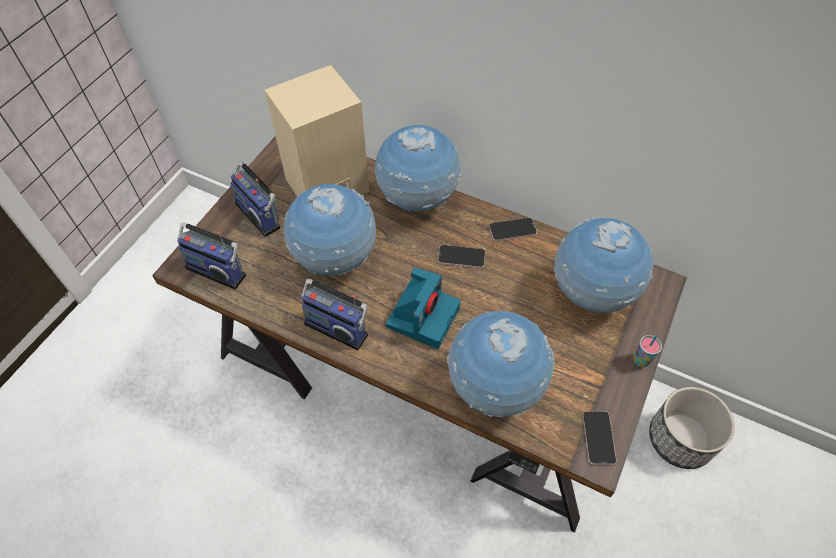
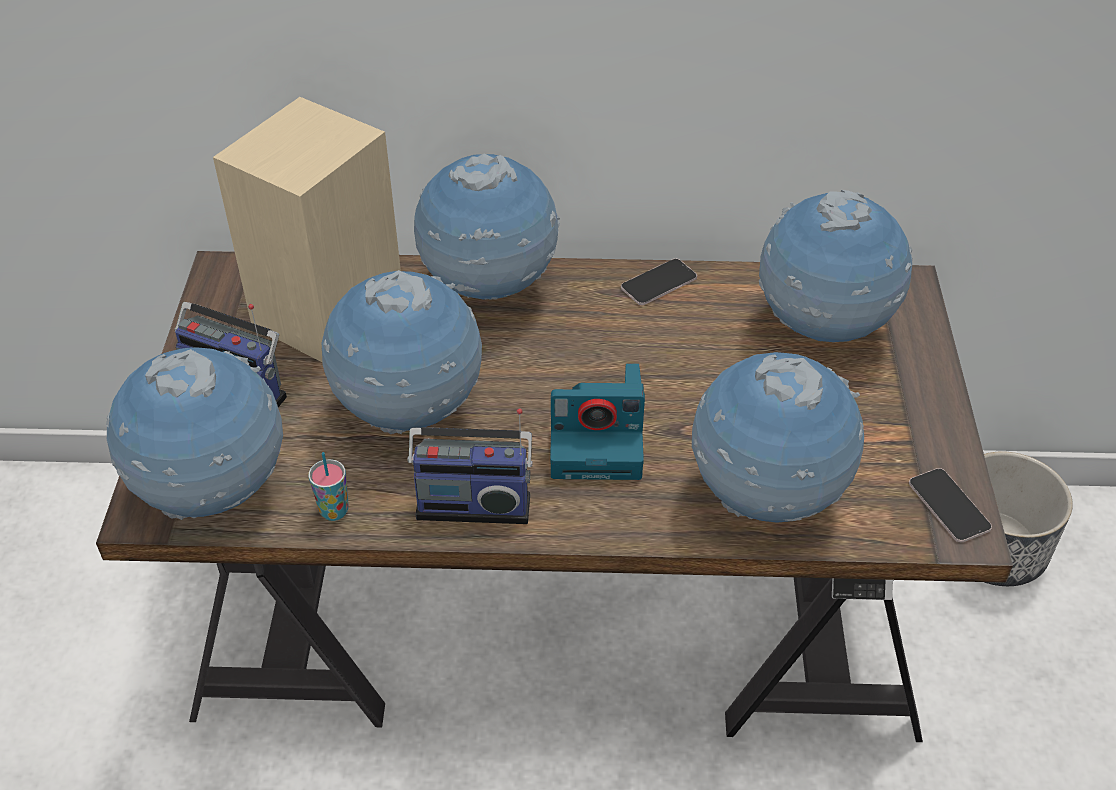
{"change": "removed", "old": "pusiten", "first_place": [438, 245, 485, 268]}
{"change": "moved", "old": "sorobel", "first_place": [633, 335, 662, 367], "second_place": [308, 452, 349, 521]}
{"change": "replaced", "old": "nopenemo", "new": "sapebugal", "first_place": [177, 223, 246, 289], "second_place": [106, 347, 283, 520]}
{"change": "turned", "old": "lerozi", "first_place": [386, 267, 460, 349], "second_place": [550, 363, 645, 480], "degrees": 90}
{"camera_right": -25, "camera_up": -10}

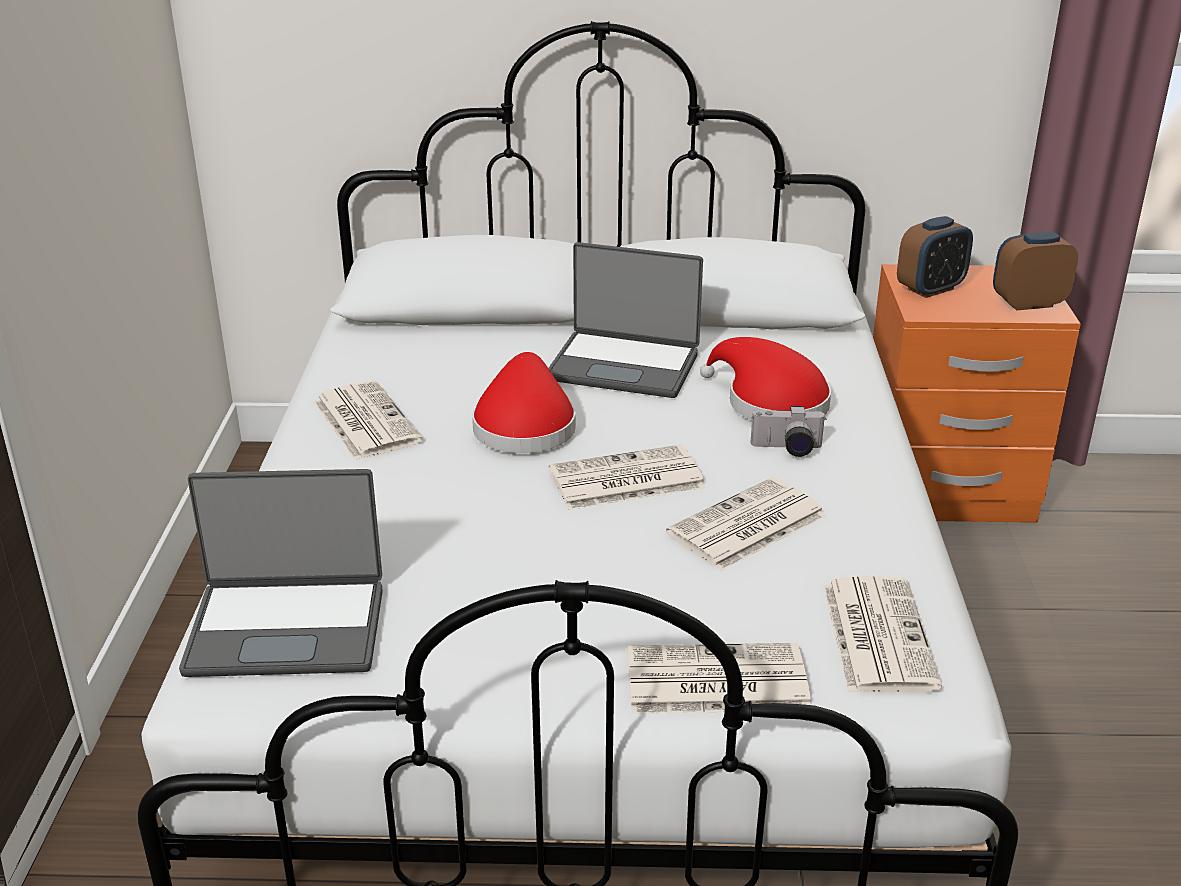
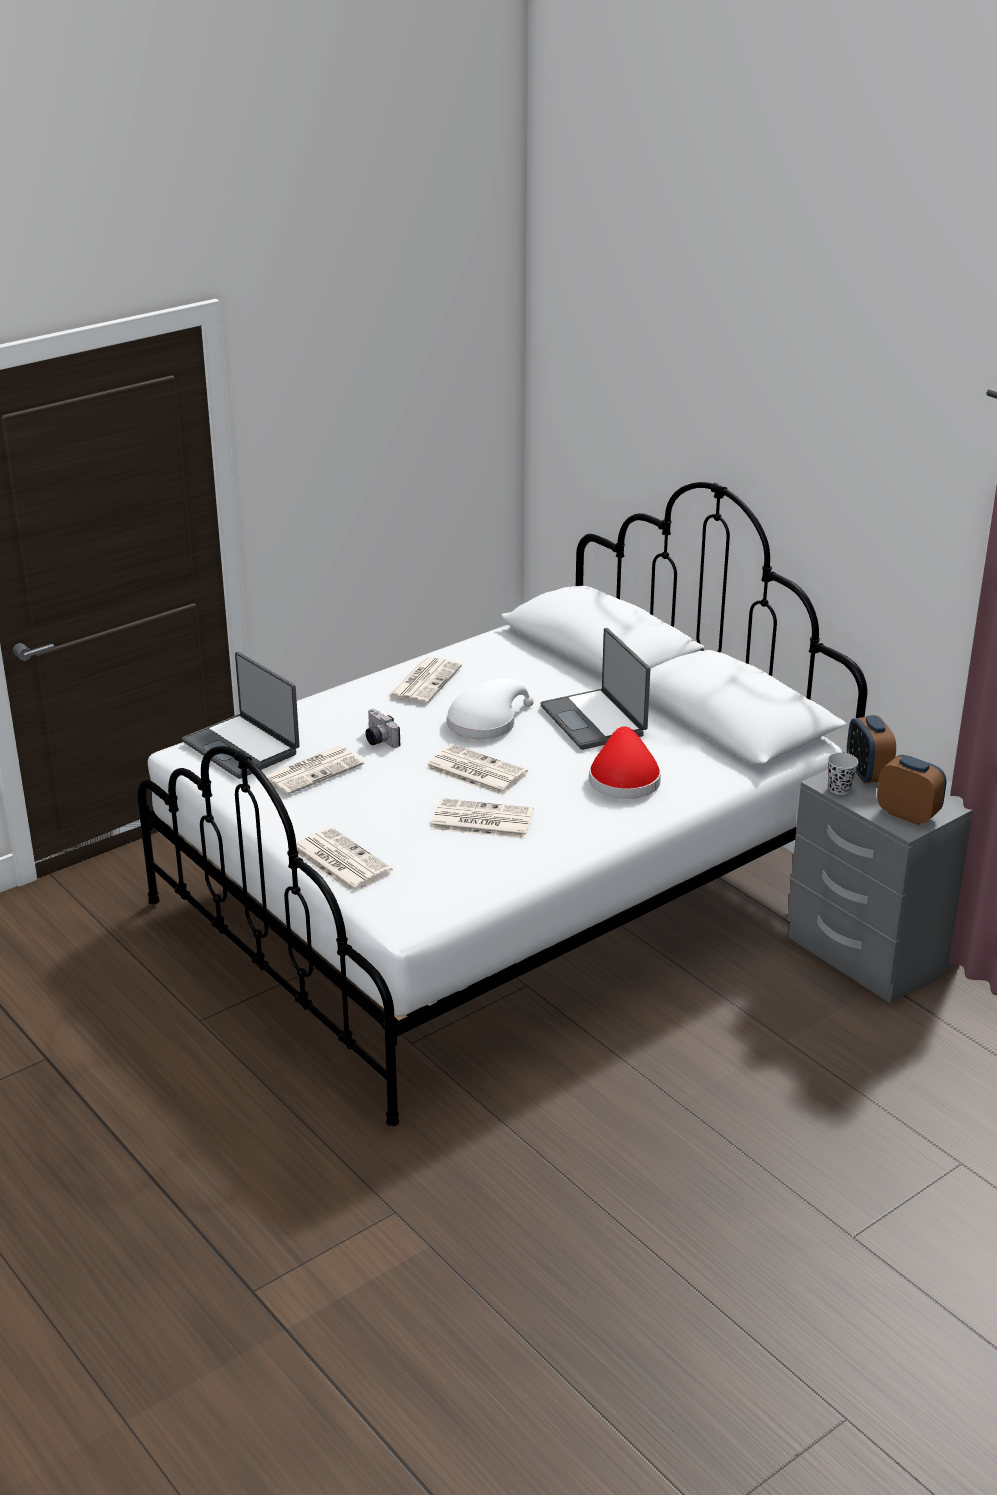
{"change": "added", "new": "black sorobel", "second_place": [828, 753, 858, 795]}
{"change": "moved", "old": "lerozi", "first_place": [750, 406, 826, 457], "second_place": [366, 709, 400, 748]}
{"change": "moved", "old": "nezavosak", "first_place": [823, 576, 942, 692], "second_place": [265, 746, 364, 795]}
{"change": "recoloured", "old": "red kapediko", "new": "white kapediko", "first_place": [472, 352, 576, 453], "second_place": [447, 679, 534, 739]}
{"change": "recoloured", "old": "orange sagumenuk", "new": "grey sagumenuk", "first_place": [873, 264, 1081, 523], "second_place": [787, 754, 973, 1004]}
{"change": "turned", "old": "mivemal", "first_place": [897, 216, 973, 298], "second_place": [847, 715, 896, 784], "degrees": 60}
{"camera_right": 50, "camera_up": 0}

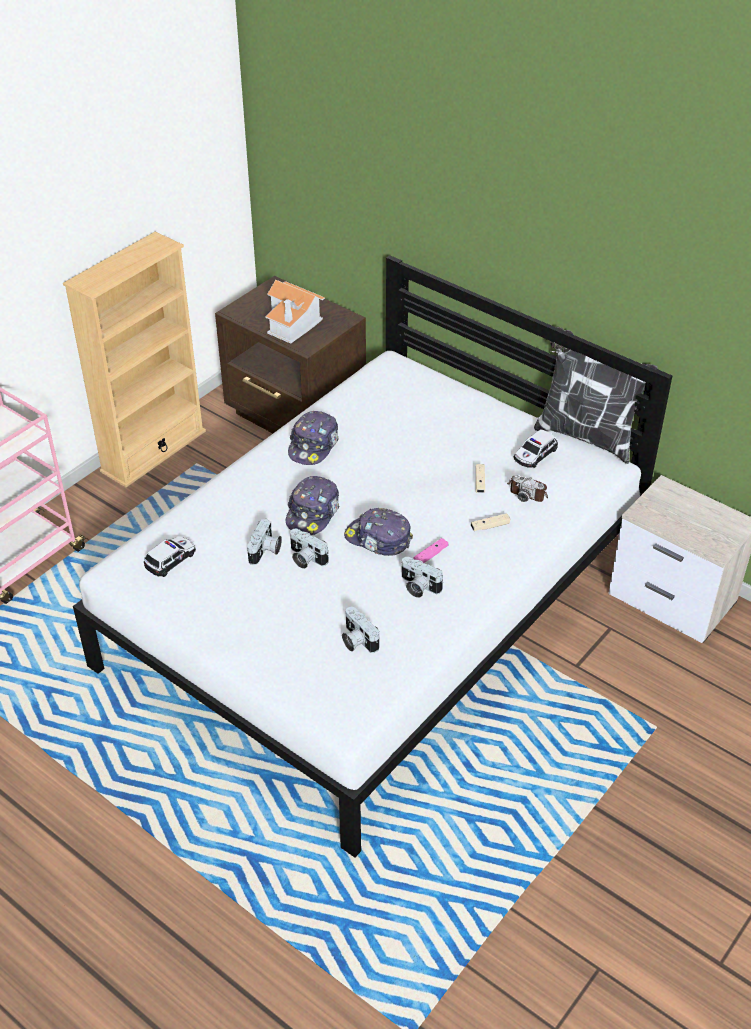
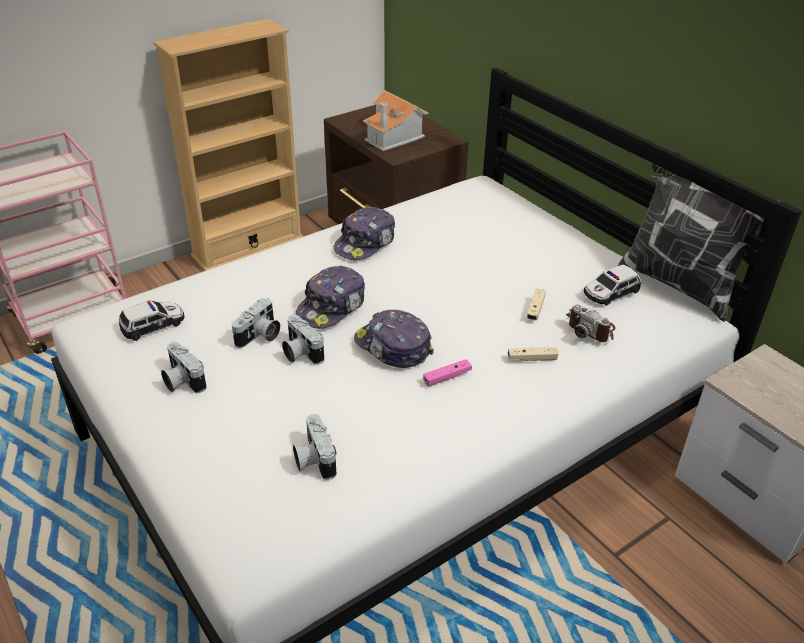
{"change": "moved", "old": "lerozi", "first_place": [401, 557, 443, 598], "second_place": [161, 342, 207, 393]}
{"camera_right": 15, "camera_up": -5}

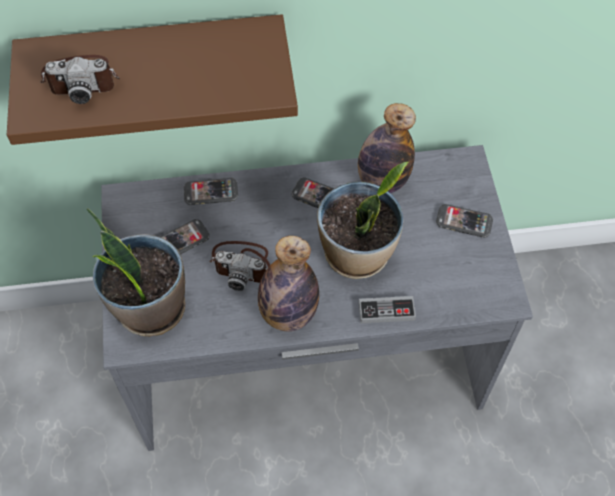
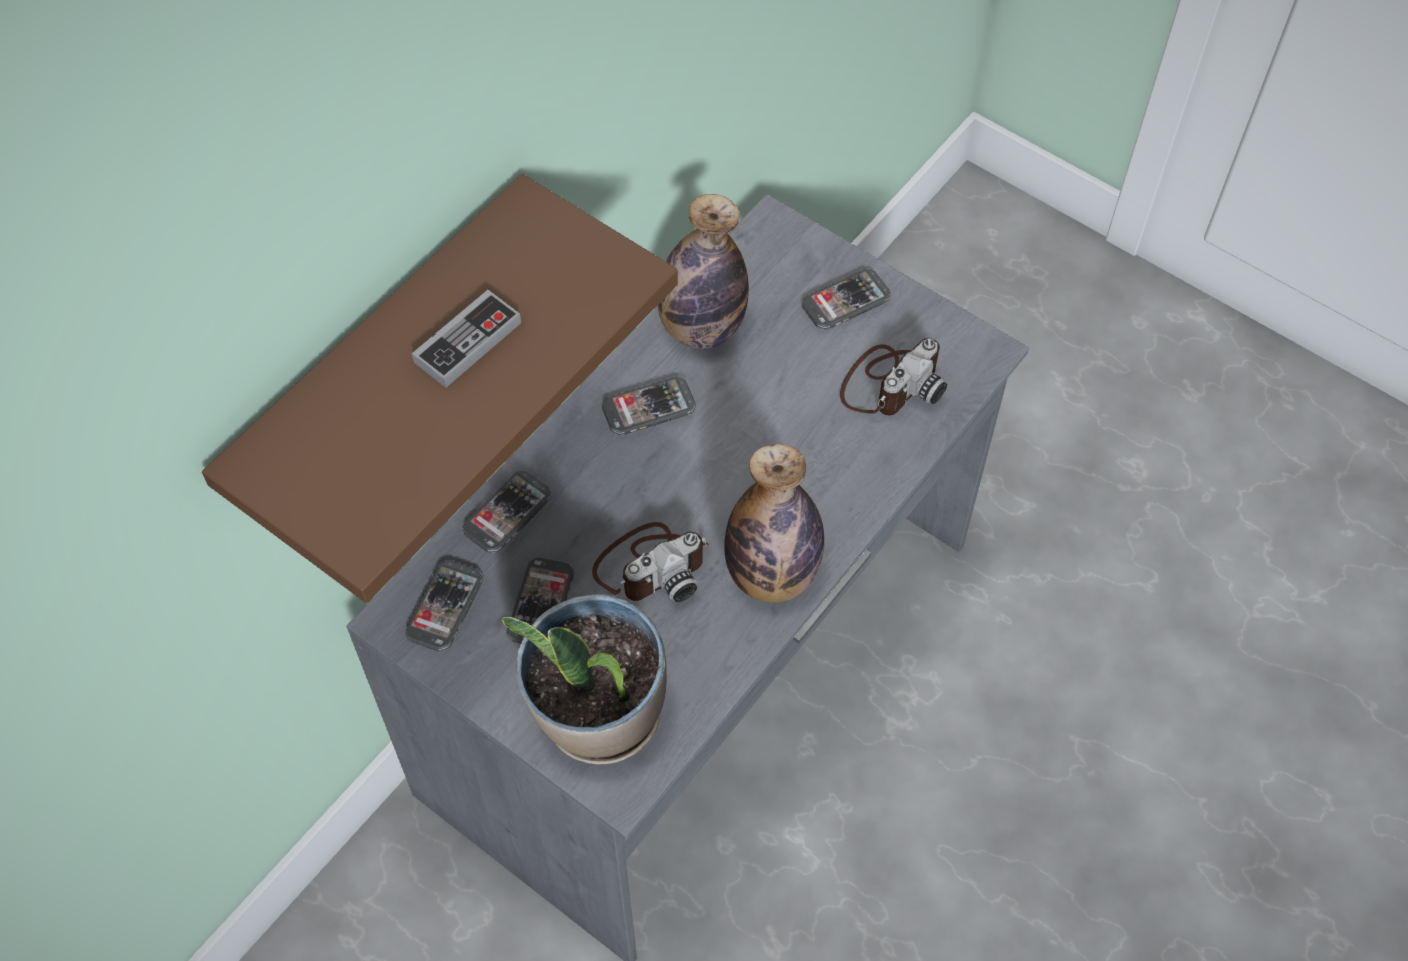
{"change": "removed", "old": "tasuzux", "first_place": [317, 162, 408, 279]}
{"change": "added", "new": "pusiten", "second_place": [405, 560, 483, 652]}
{"change": "moved", "old": "lerozi", "first_place": [40, 55, 120, 104], "second_place": [840, 338, 947, 415]}
{"change": "moved", "old": "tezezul", "first_place": [359, 296, 416, 323], "second_place": [412, 290, 521, 388]}
{"camera_right": -45, "camera_up": 0}

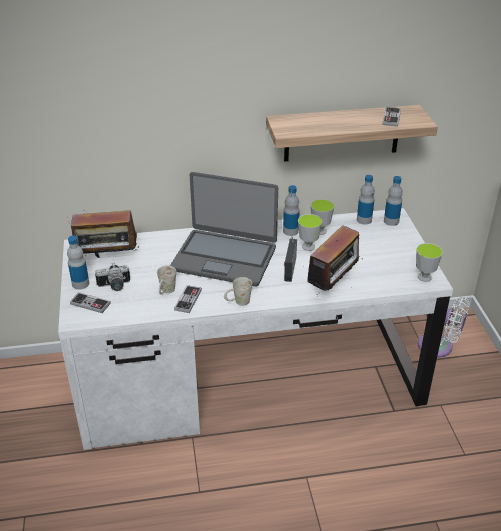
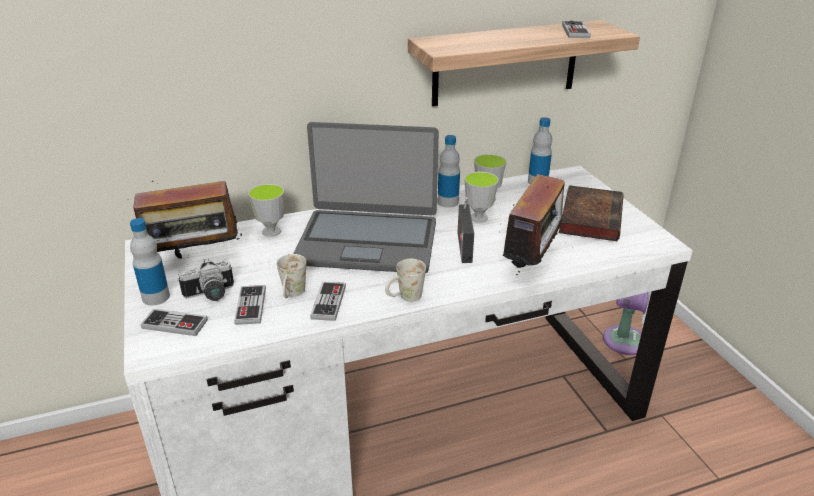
{"change": "removed", "old": "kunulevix", "first_place": [384, 176, 403, 226]}
{"change": "added", "new": "tezezul", "second_place": [234, 285, 266, 325]}
{"change": "added", "new": "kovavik", "second_place": [559, 185, 623, 241]}
{"change": "moved", "old": "sorobel", "first_place": [416, 243, 443, 282], "second_place": [248, 184, 284, 237]}
{"camera_right": -10, "camera_up": -5}

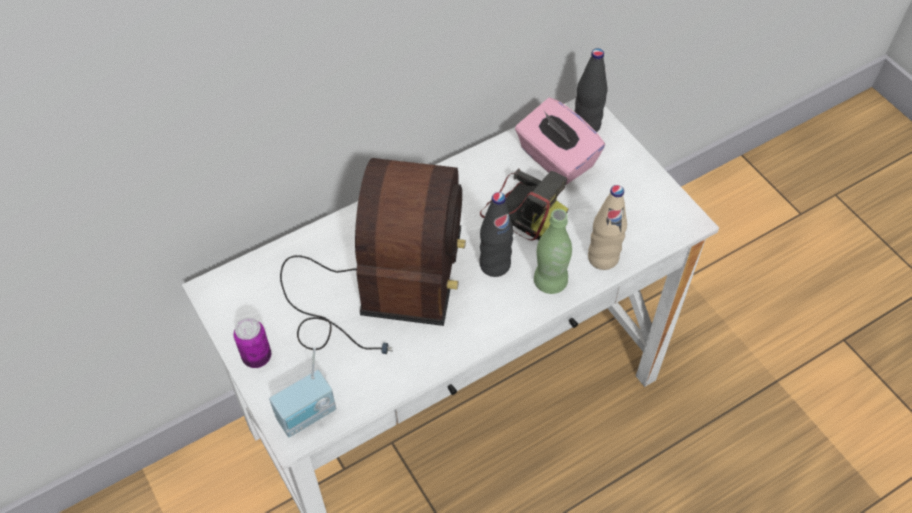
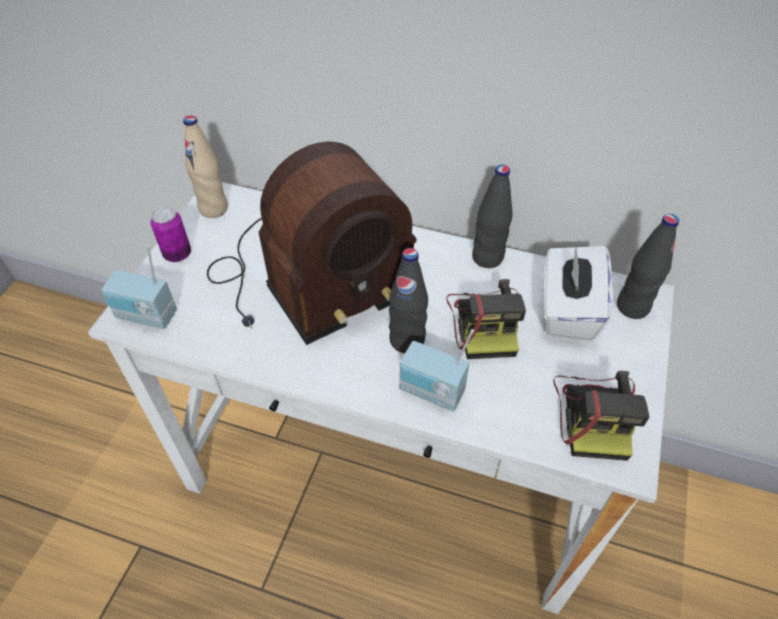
{"change": "added", "new": "black kunulevix", "second_place": [472, 164, 513, 268]}
{"change": "added", "new": "lerozi", "second_place": [553, 371, 650, 461]}
{"change": "moved", "old": "beige kunulevix", "first_place": [588, 185, 627, 270], "second_place": [183, 115, 228, 218]}
{"change": "replaced", "old": "green kunulevix", "new": "nopenemo", "first_place": [534, 209, 572, 294], "second_place": [399, 329, 474, 412]}
{"change": "recoloured", "old": "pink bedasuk", "new": "white bedasuk", "first_place": [515, 98, 605, 185], "second_place": [543, 244, 612, 340]}
{"camera_right": 50, "camera_up": -5}

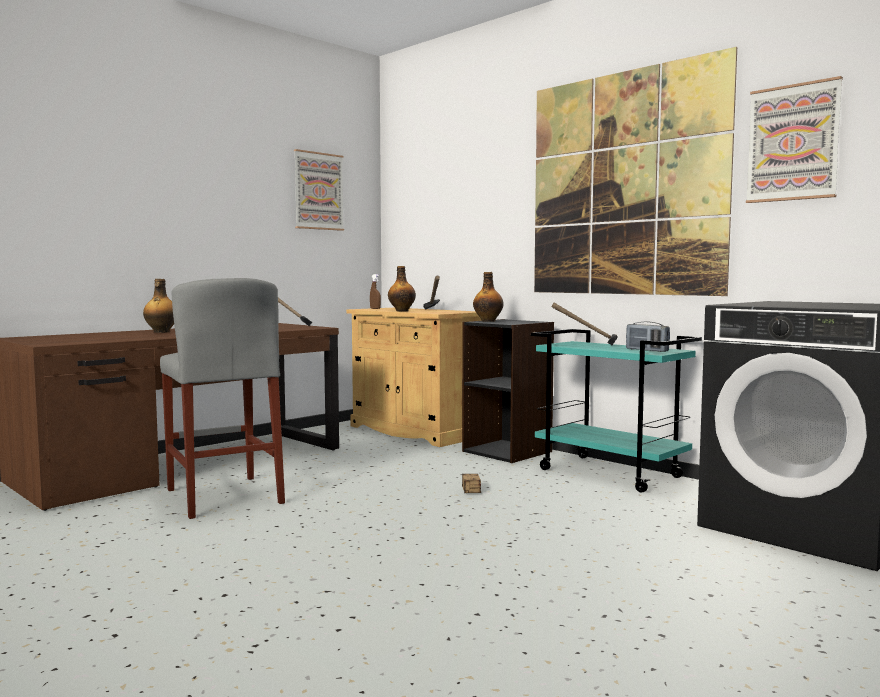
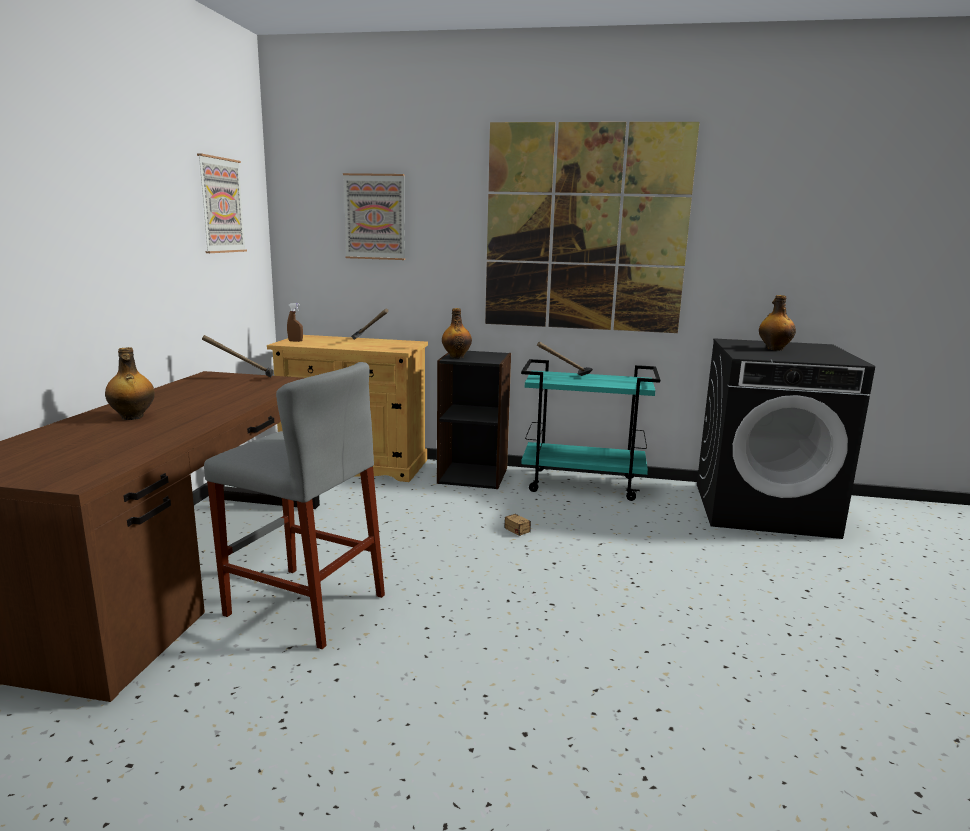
{"change": "removed", "old": "nopenemo", "first_place": [626, 322, 670, 352]}
{"change": "moved", "old": "kunulevix", "first_place": [388, 266, 416, 311], "second_place": [759, 295, 796, 351]}
{"change": "moved", "old": "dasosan", "first_place": [746, 76, 843, 203], "second_place": [343, 173, 405, 260]}
{"camera_right": -35, "camera_up": 10}

